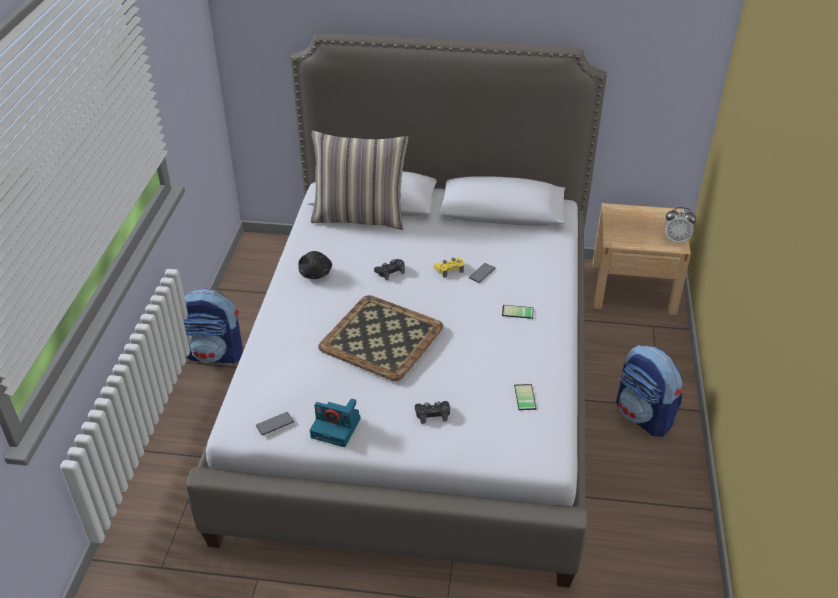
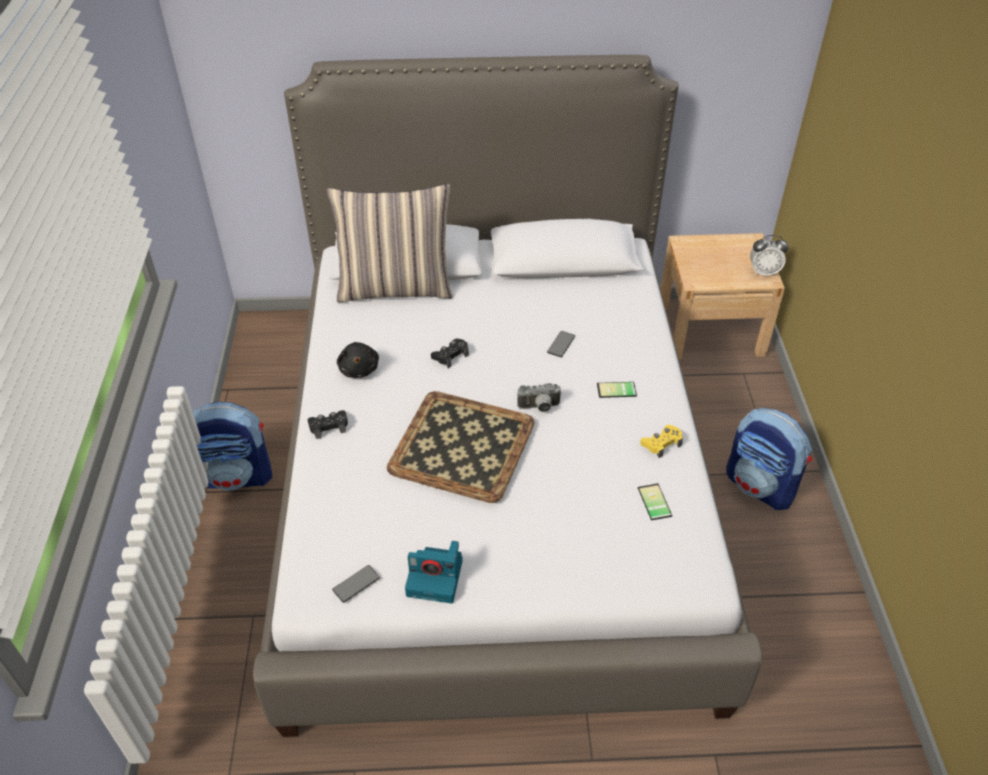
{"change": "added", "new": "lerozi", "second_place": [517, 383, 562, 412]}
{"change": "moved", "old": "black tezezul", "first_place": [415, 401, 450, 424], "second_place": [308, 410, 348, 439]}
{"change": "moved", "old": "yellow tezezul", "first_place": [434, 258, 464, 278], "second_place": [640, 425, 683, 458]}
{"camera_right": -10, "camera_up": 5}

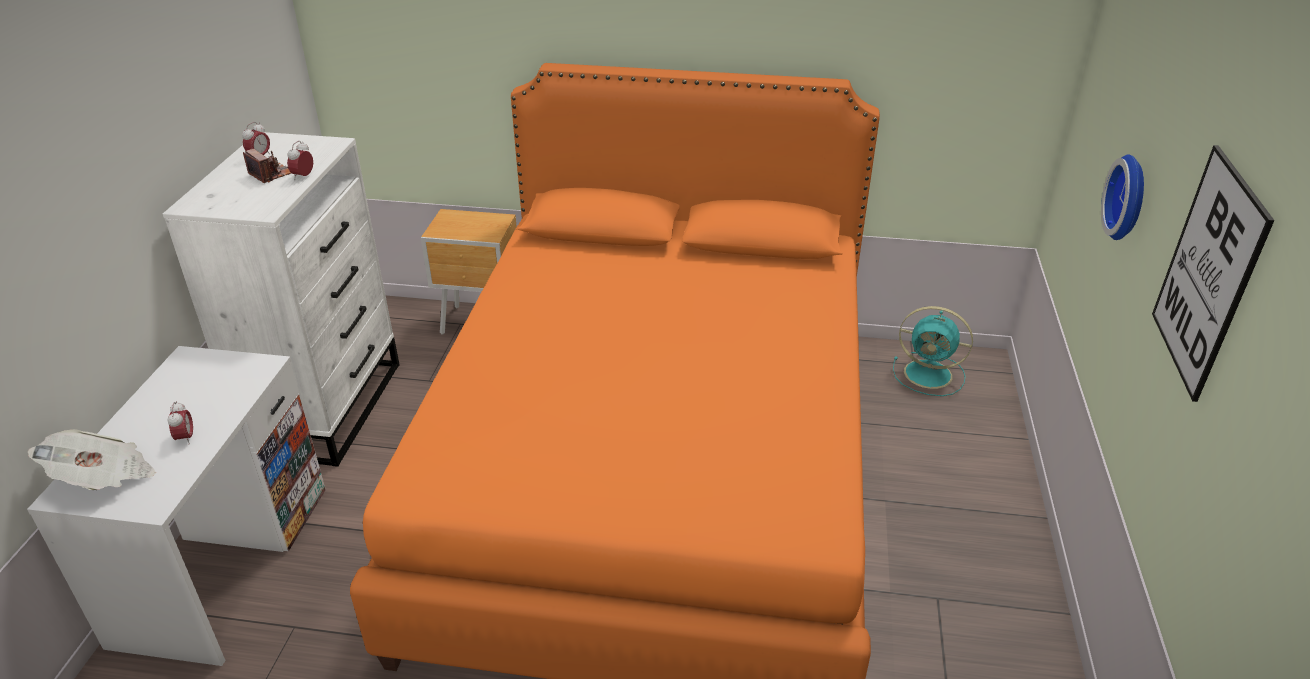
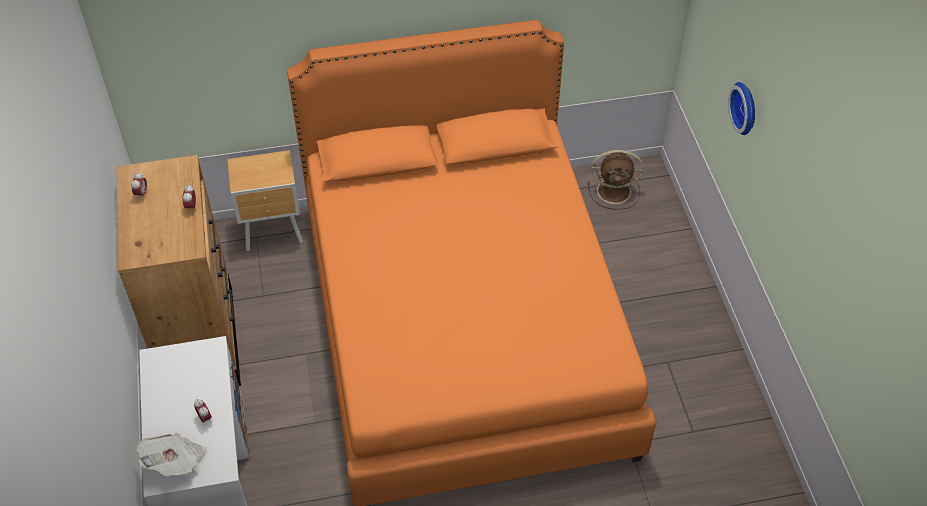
{"change": "removed", "old": "lerozi", "first_place": [243, 149, 291, 183]}
{"change": "removed", "old": "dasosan", "first_place": [1152, 145, 1274, 402]}
{"change": "recoloured", "old": "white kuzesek", "new": "brown kuzesek", "first_place": [163, 132, 400, 467], "second_place": [116, 155, 241, 386]}
{"change": "recoloured", "old": "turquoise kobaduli", "new": "brown kobaduli", "first_place": [893, 306, 973, 396], "second_place": [587, 150, 644, 210]}
{"camera_right": -20, "camera_up": 15}

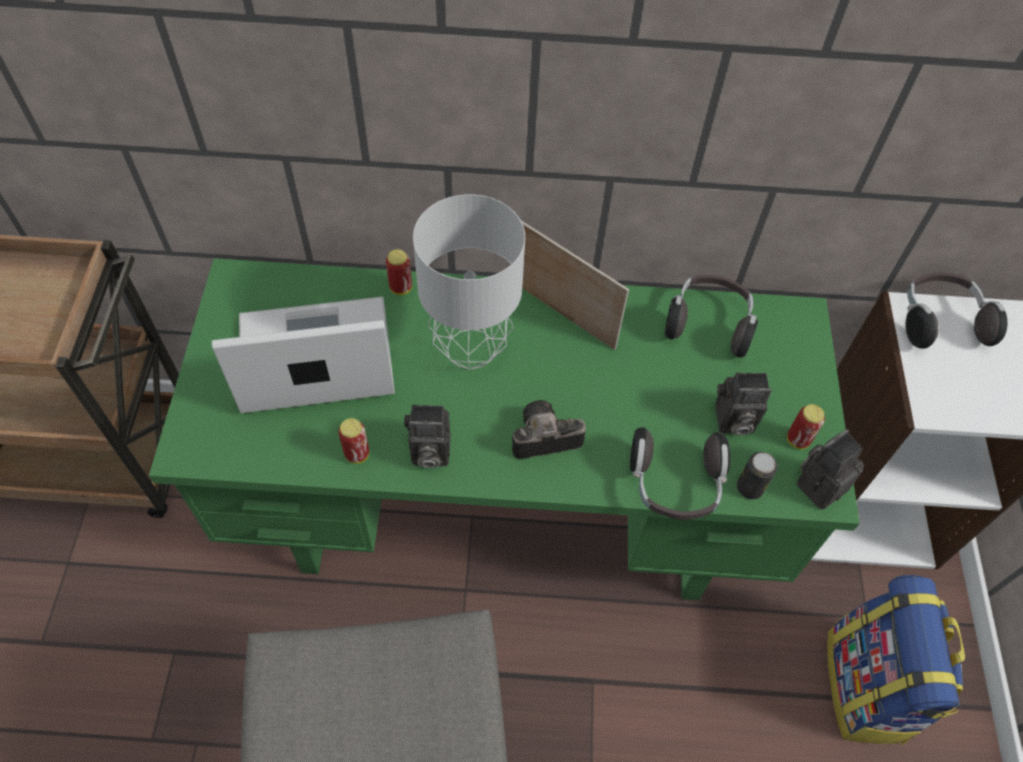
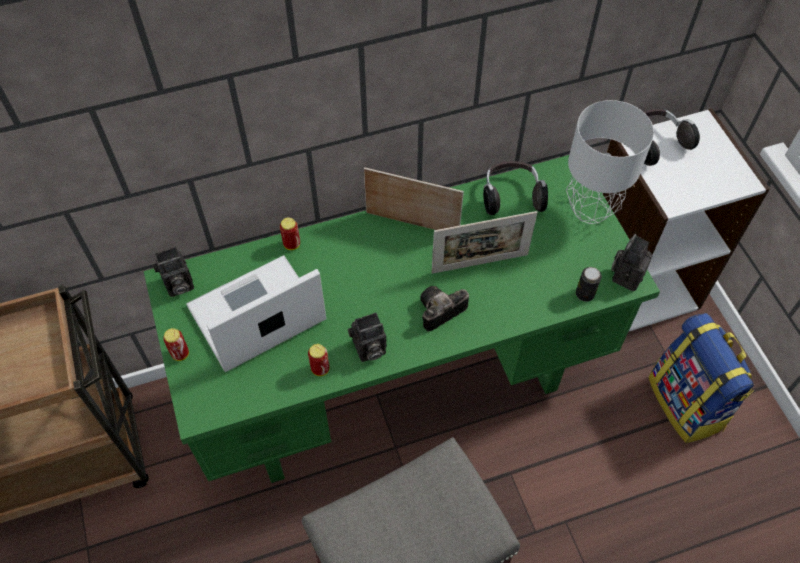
{"change": "removed", "old": "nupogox", "first_place": [630, 427, 730, 520]}
{"change": "added", "new": "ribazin", "second_place": [432, 211, 538, 274]}
{"change": "moved", "old": "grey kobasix", "first_place": [413, 194, 525, 369], "second_place": [566, 100, 654, 224]}
{"change": "moved", "old": "lerozi", "first_place": [715, 373, 772, 435], "second_place": [153, 247, 194, 297]}
{"change": "moved", "old": "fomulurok", "first_place": [787, 404, 825, 449], "second_place": [163, 328, 189, 361]}
{"camera_right": -20, "camera_up": 0}

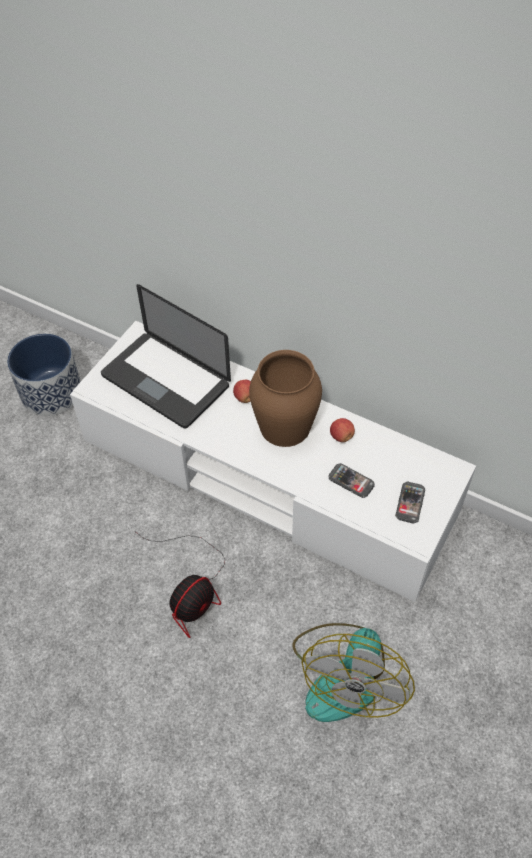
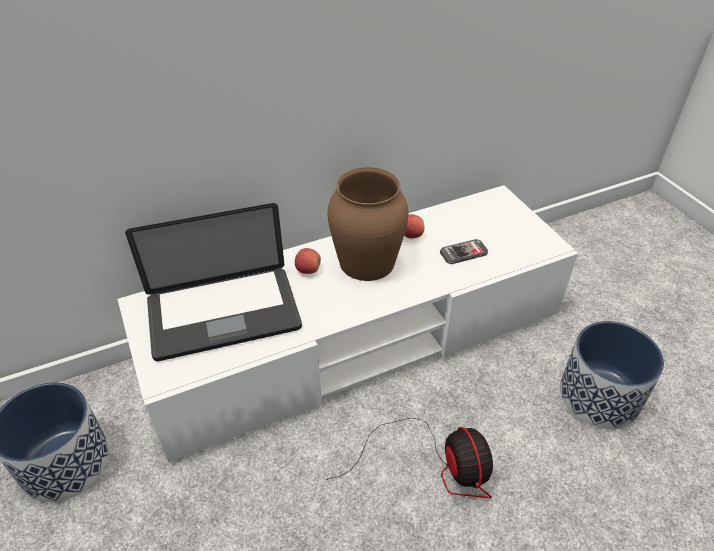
{"change": "removed", "old": "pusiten", "first_place": [395, 482, 425, 524]}
{"change": "replaced", "old": "kobaduli", "new": "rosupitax", "first_place": [293, 623, 415, 722], "second_place": [560, 321, 664, 429]}
{"camera_right": -55, "camera_up": -10}

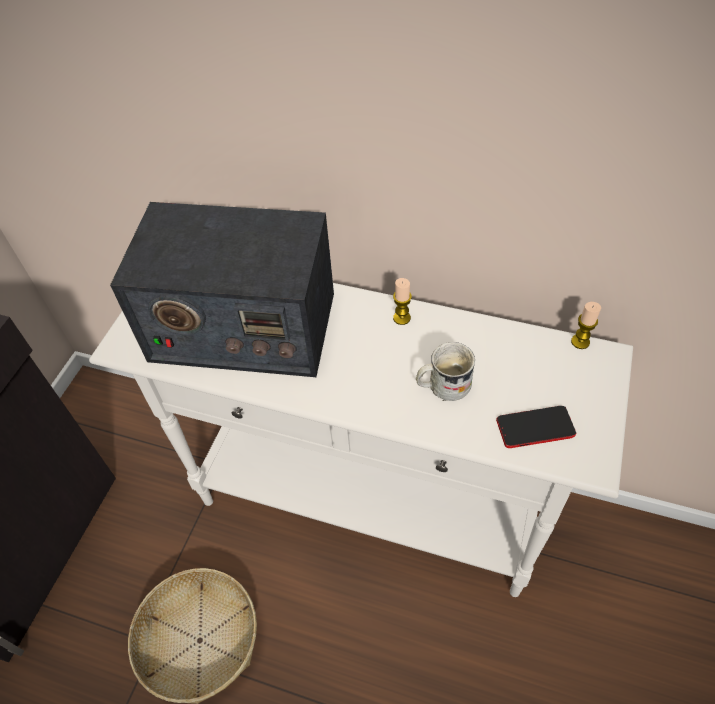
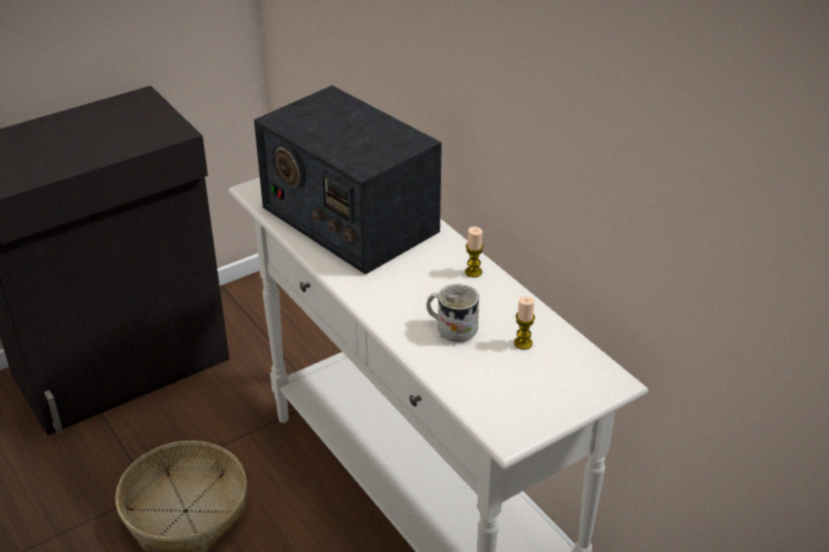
{"change": "removed", "old": "pusiten", "first_place": [496, 406, 576, 448]}
{"change": "moved", "old": "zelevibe", "first_place": [571, 302, 601, 349], "second_place": [514, 297, 535, 350]}
{"camera_right": 35, "camera_up": -15}

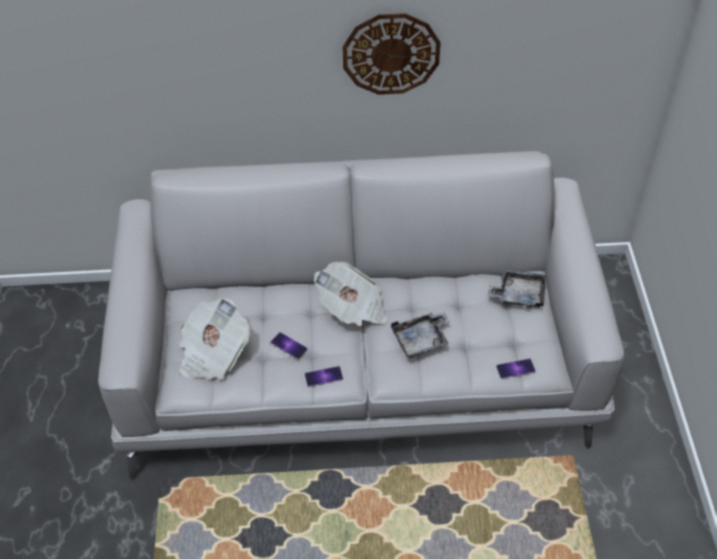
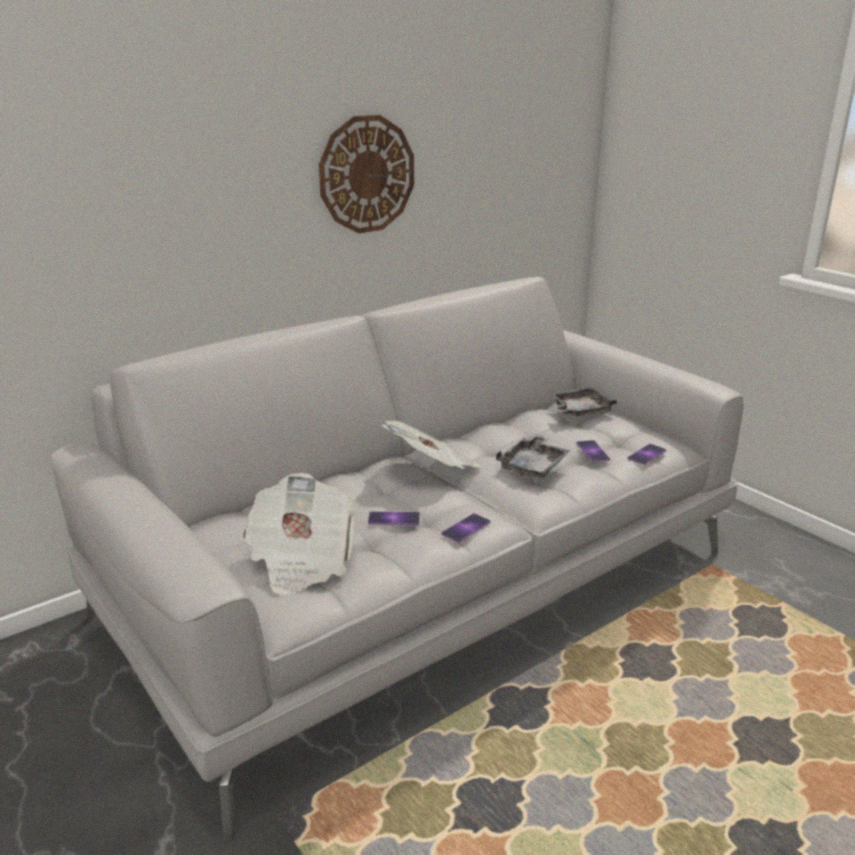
{"change": "added", "new": "pusiten", "second_place": [576, 440, 610, 462]}
{"camera_right": -35, "camera_up": -25}

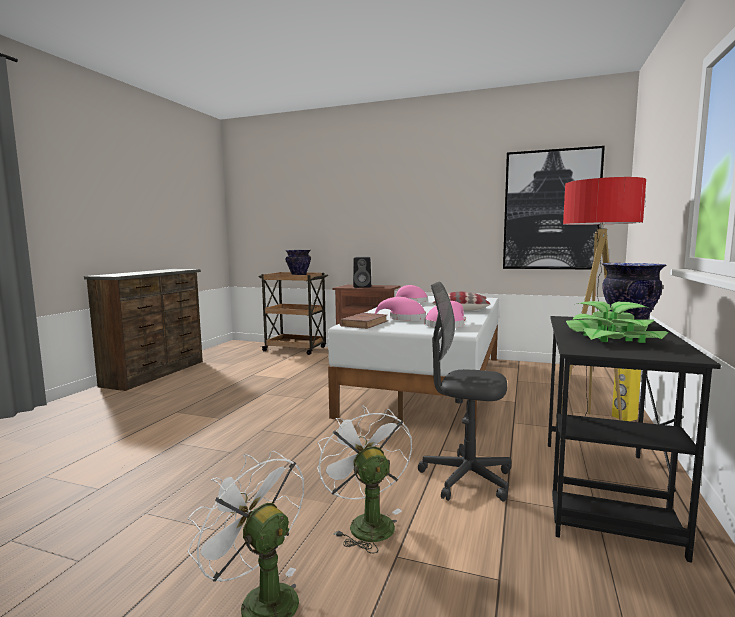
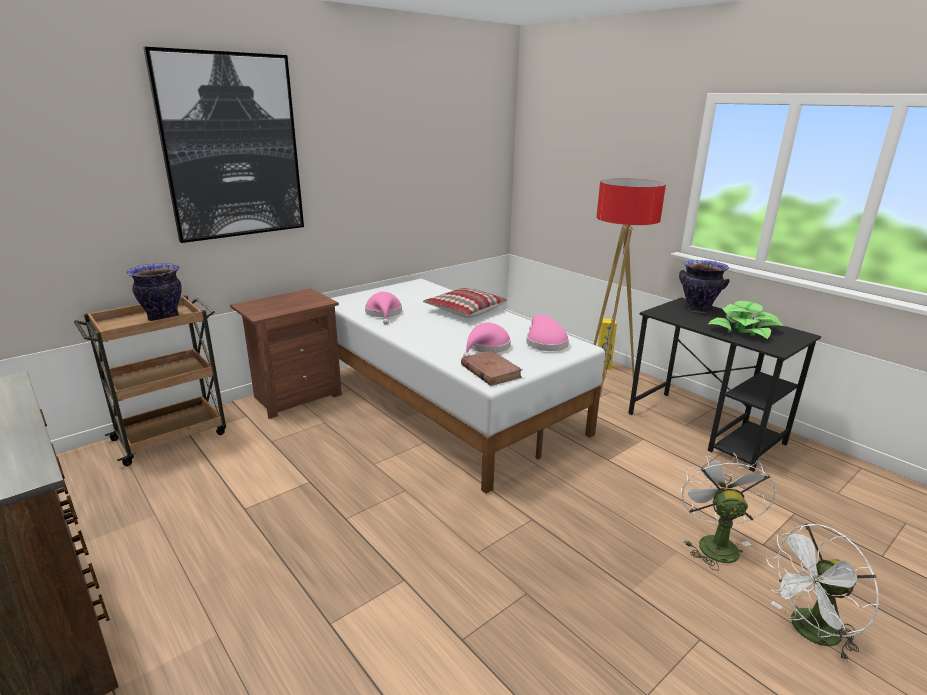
{"change": "removed", "old": "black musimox", "first_place": [353, 257, 371, 288]}
{"change": "removed", "old": "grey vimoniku", "first_place": [418, 282, 512, 502]}
{"change": "moved", "old": "dasosan", "first_place": [503, 146, 605, 270], "second_place": [143, 47, 304, 243]}
{"change": "turned", "old": "white kobaduli", "first_place": [317, 405, 412, 554], "second_place": [681, 453, 776, 571], "degrees": 90}
{"camera_right": -60, "camera_up": 15}

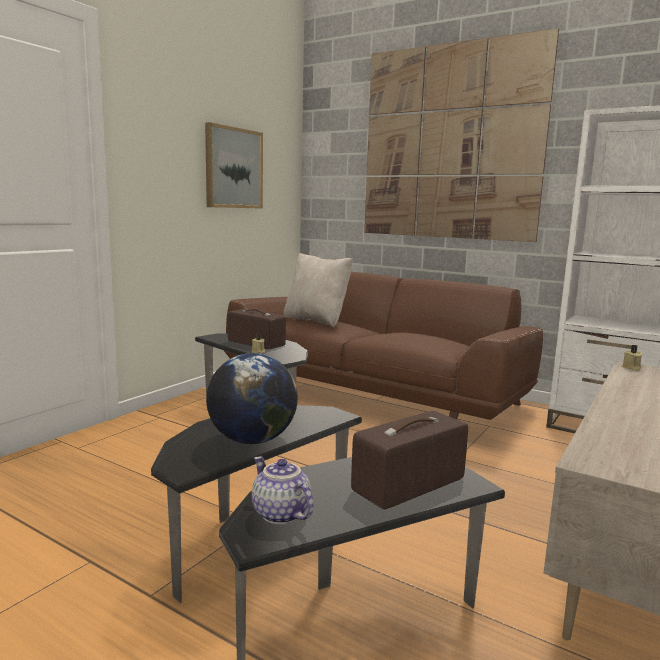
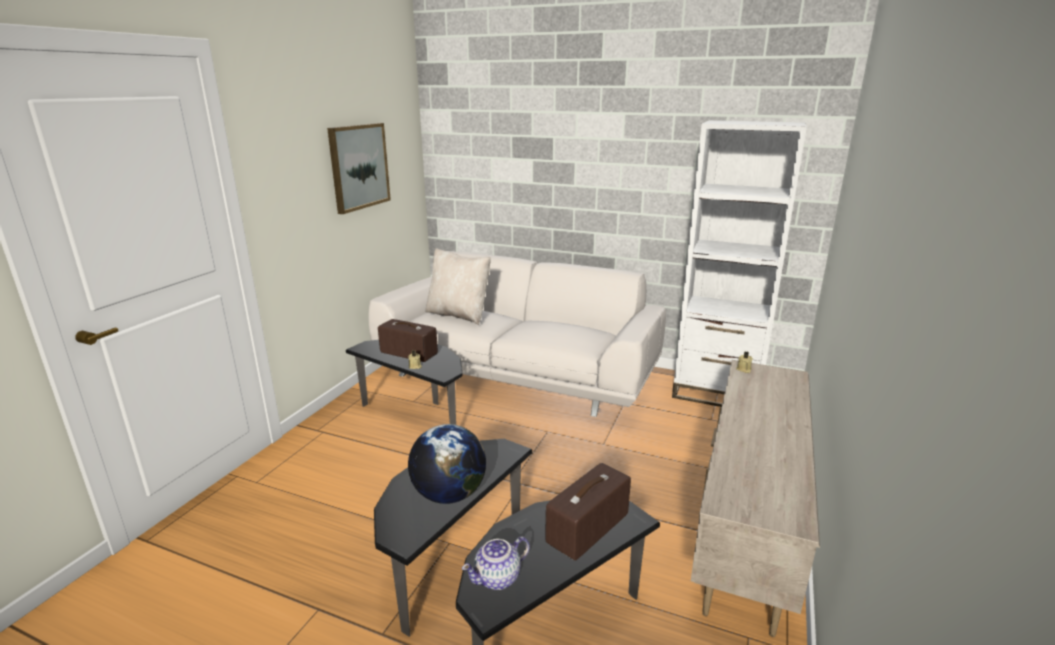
{"change": "removed", "old": "dasosan", "first_place": [364, 28, 559, 242]}
{"change": "recoloured", "old": "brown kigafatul", "new": "white kigafatul", "first_place": [224, 272, 543, 420], "second_place": [369, 251, 666, 417]}
{"change": "turned", "old": "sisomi", "first_place": [252, 456, 313, 524], "second_place": [462, 536, 530, 590], "degrees": -75}
{"camera_right": -10, "camera_up": 10}

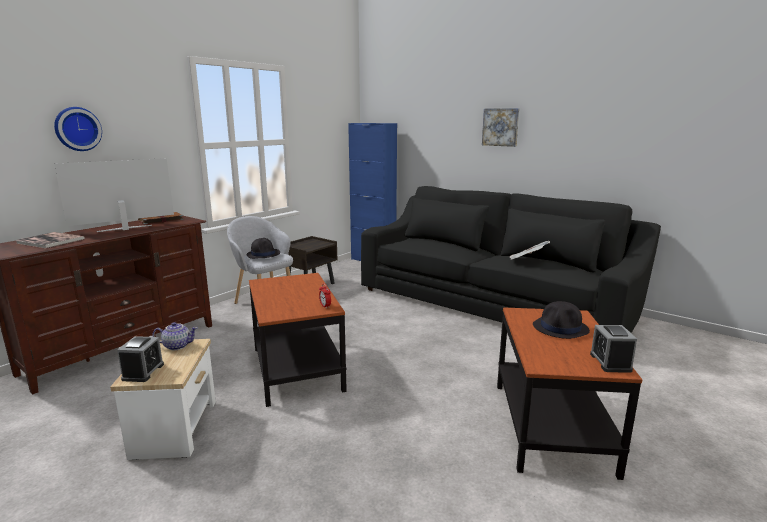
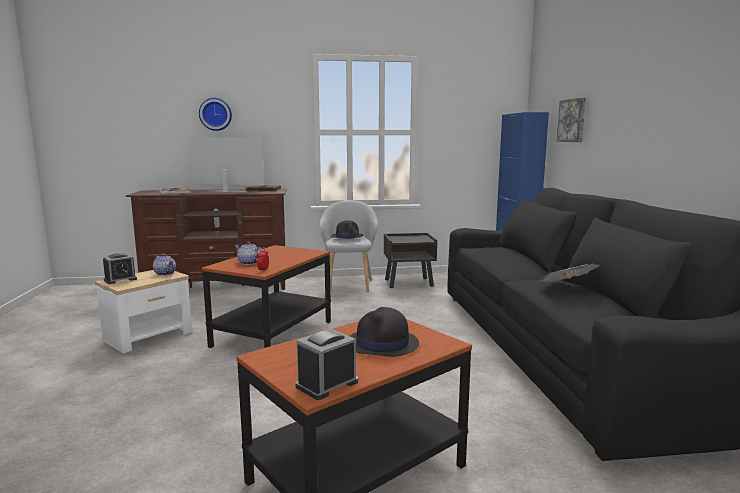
{"change": "added", "new": "sisomi", "second_place": [235, 241, 262, 265]}
{"change": "moved", "old": "dasosan", "first_place": [482, 108, 520, 147], "second_place": [557, 98, 586, 142]}
{"camera_right": 45, "camera_up": -5}

